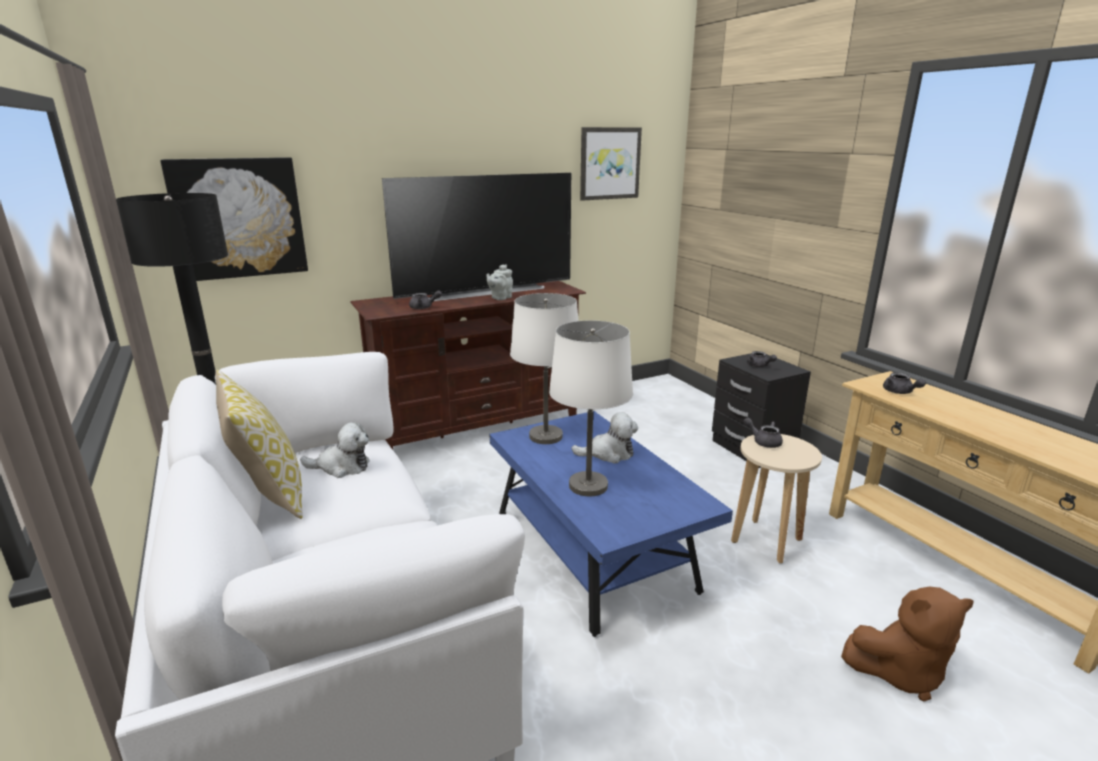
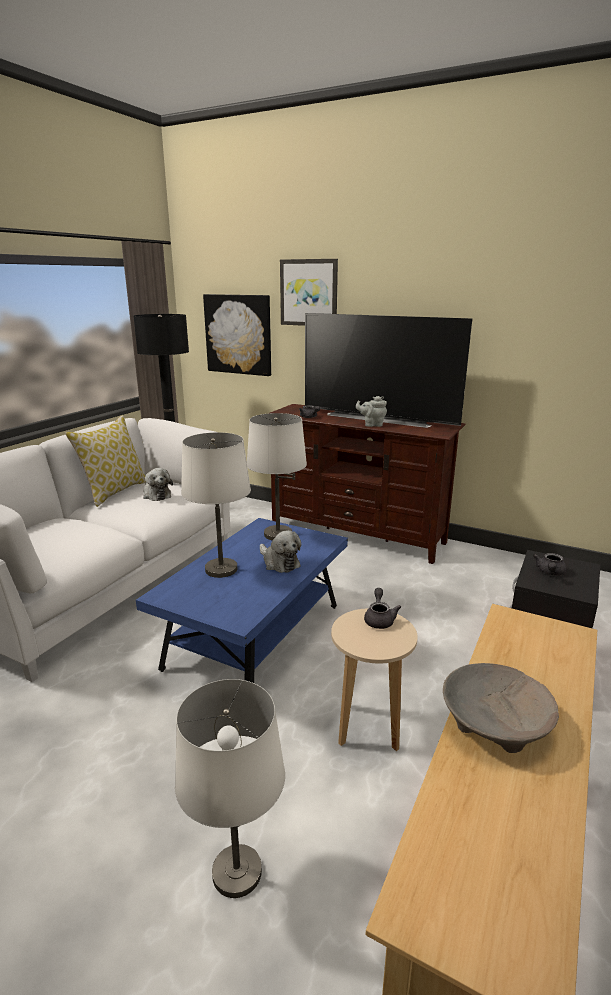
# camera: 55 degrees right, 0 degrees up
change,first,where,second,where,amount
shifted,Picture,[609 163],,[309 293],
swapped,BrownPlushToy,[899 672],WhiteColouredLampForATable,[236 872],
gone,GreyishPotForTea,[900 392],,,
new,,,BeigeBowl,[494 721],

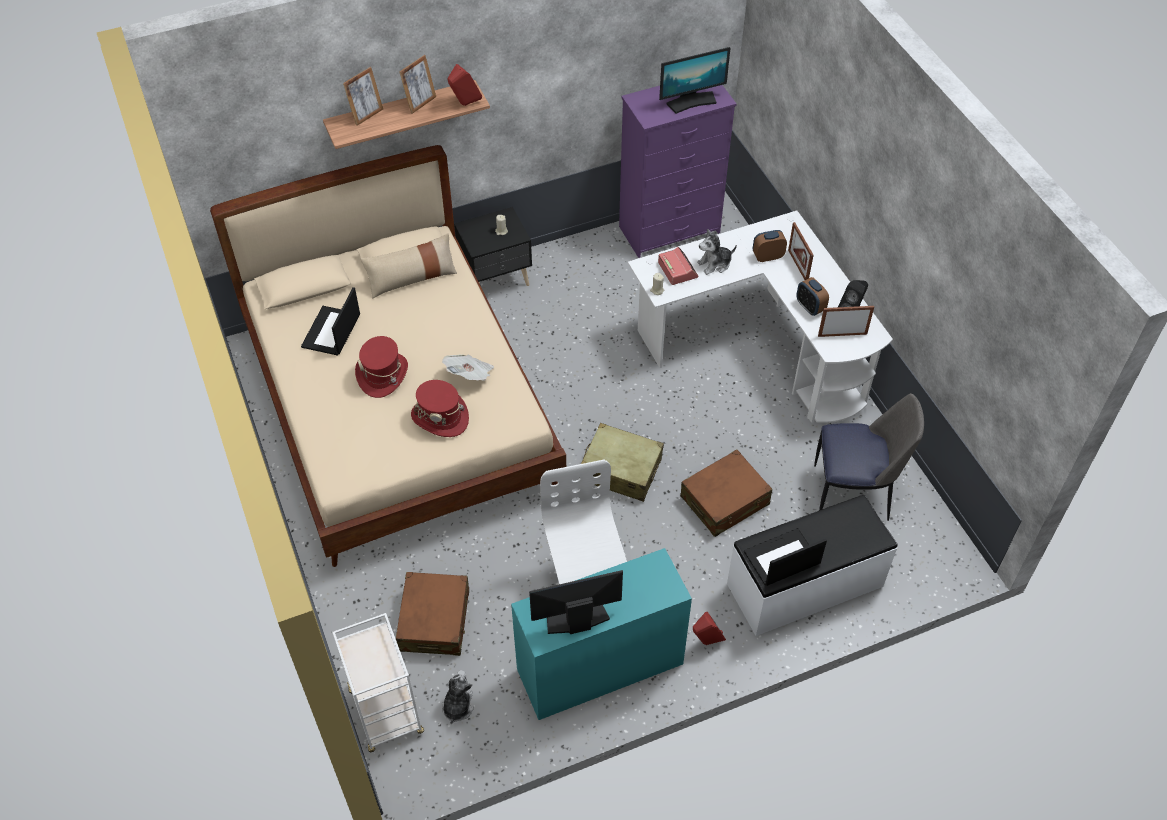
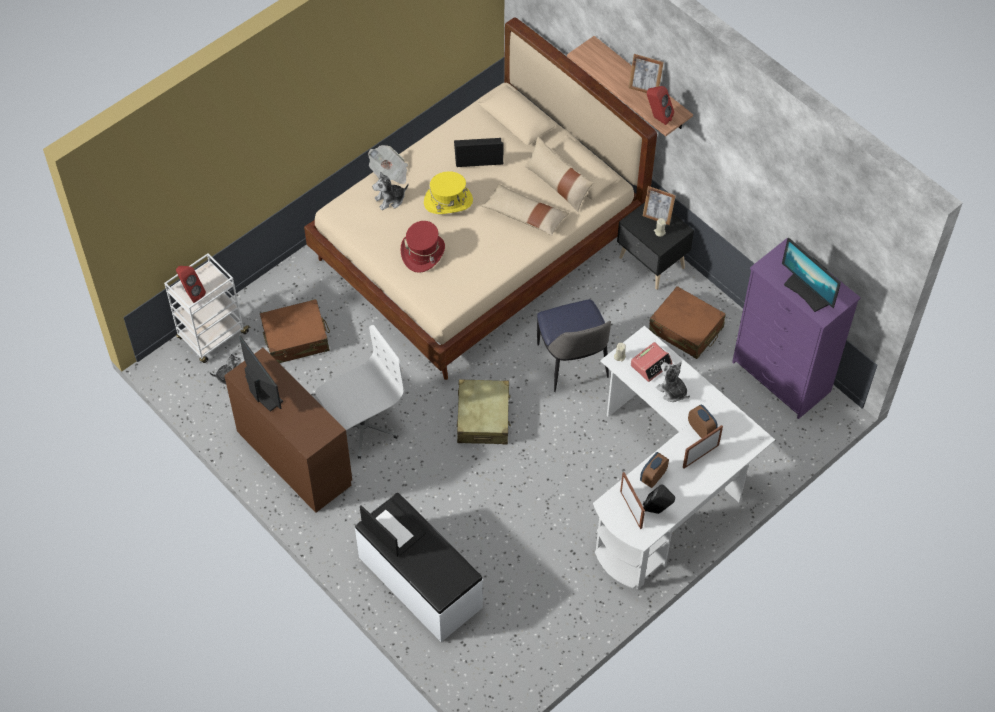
# camera: 70 degrees right, 5 degrees up
change,first,where,second,where,amount
shifted,PictureFrame,[366 115],,[657 217],
repainted,RedColouredWearableHat,[383 375],YellowWearableHat,[448 201],
shifted,Newspaper,[470 375],,[389 172],
repainted,TurquoiseDeskUnit,[600 667],BrownDeskUnit,[293 457],
shifted,BrownSuitcase,[725 501],,[686 329],
shifted,RedColouredSpeaker,[706 642],,[191 294],
shifted,Chair,[854 492],,[572 363],
new,,,PlushToy,[390 200],
new,,,BeigeThrowPillow,[525 215],

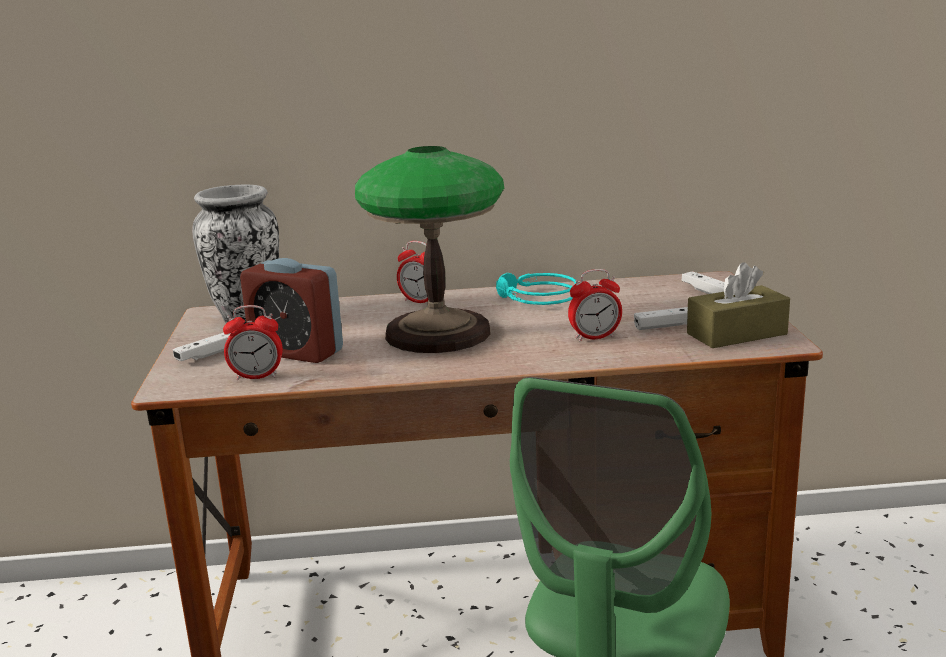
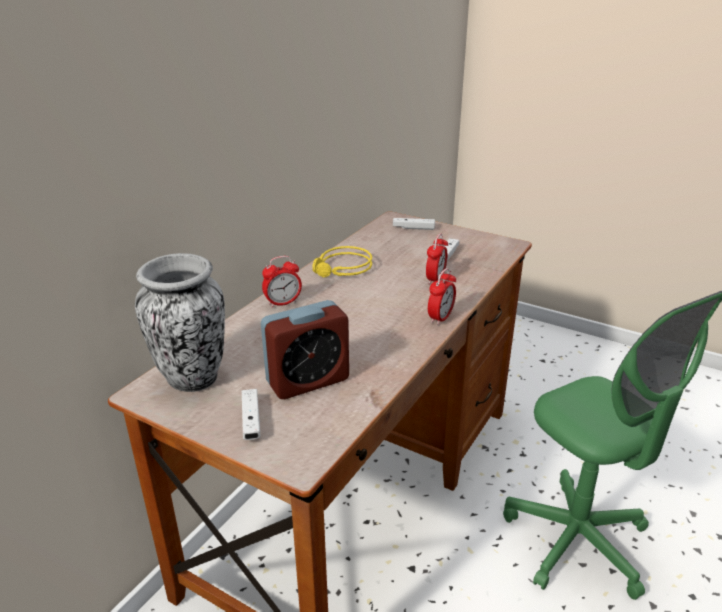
# camera: 55 degrees left, 10 degrees up
change,first,where,second,where,amount
shifted,AlarmClock,[257 377],,[440 318],
gone,LampForATable,[436 333],,,
repainted,TurquoiseHeadphones,[535 298],YellowHeadphones,[342 269],
gone,BrownBoxOfTissues,[736 334],,,

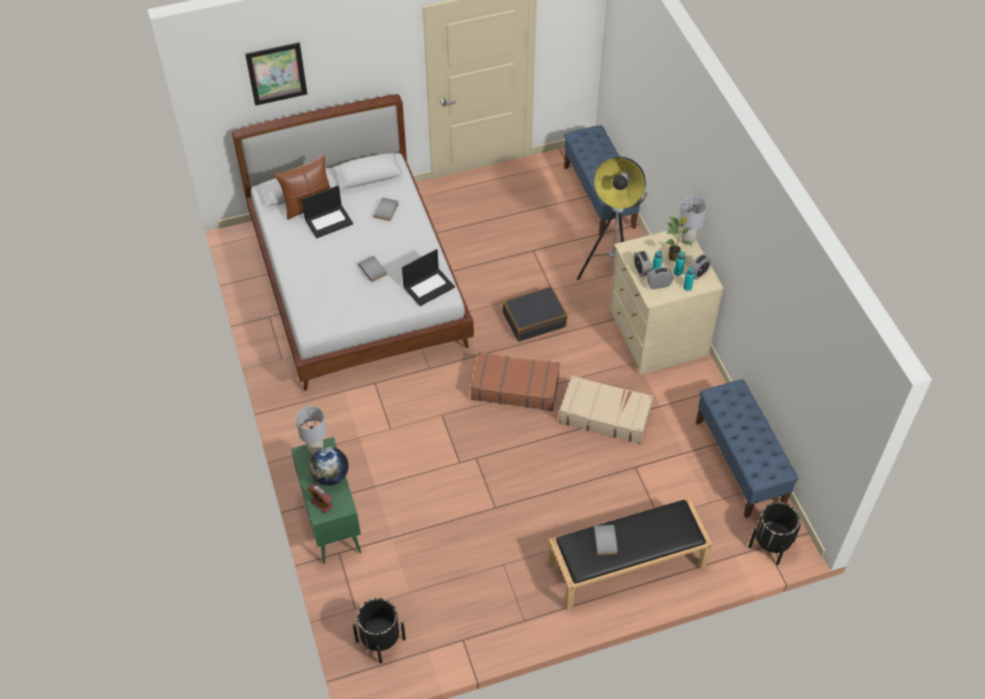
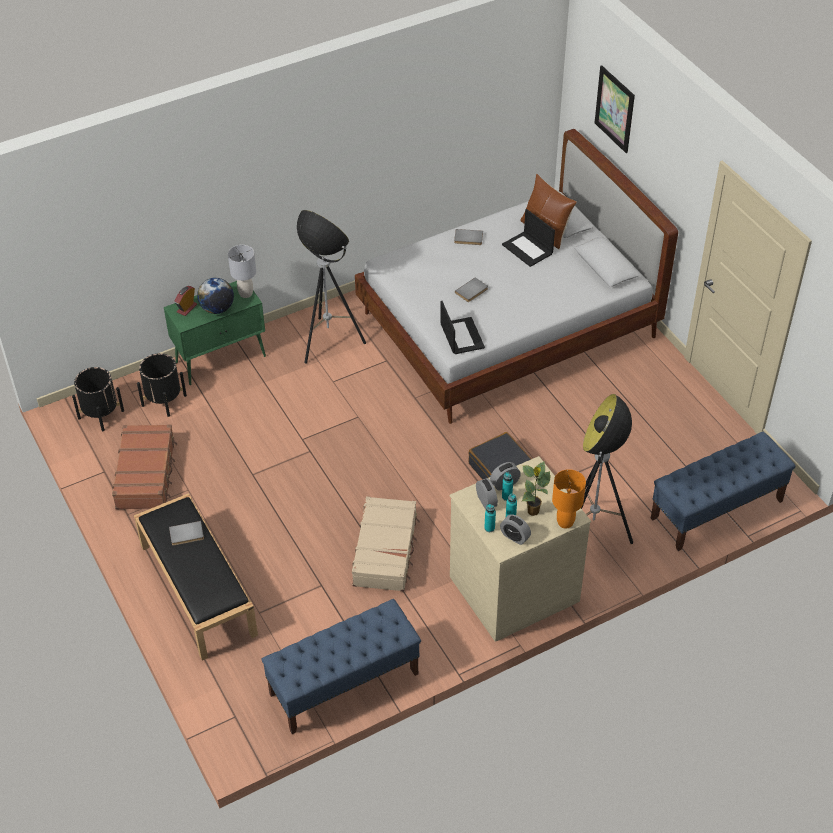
# camera: 80 degrees right, 5 degrees down
change,first,where,second,where,amount
shifted,GreyishVolume,[387 210],,[468 239],
rotated,Laptop,[429 286],,[461 336],150 degrees counterclockwise
shifted,BrownSuitcase,[515 387],,[146 474],
repainted,GreyishLampForATable,[687 240],OrangeColouredLampForATable,[565 522],
shifted,BlackColouredPlantPot,[771 544],,[164 400],
new,,,StandardLamp,[328 343],

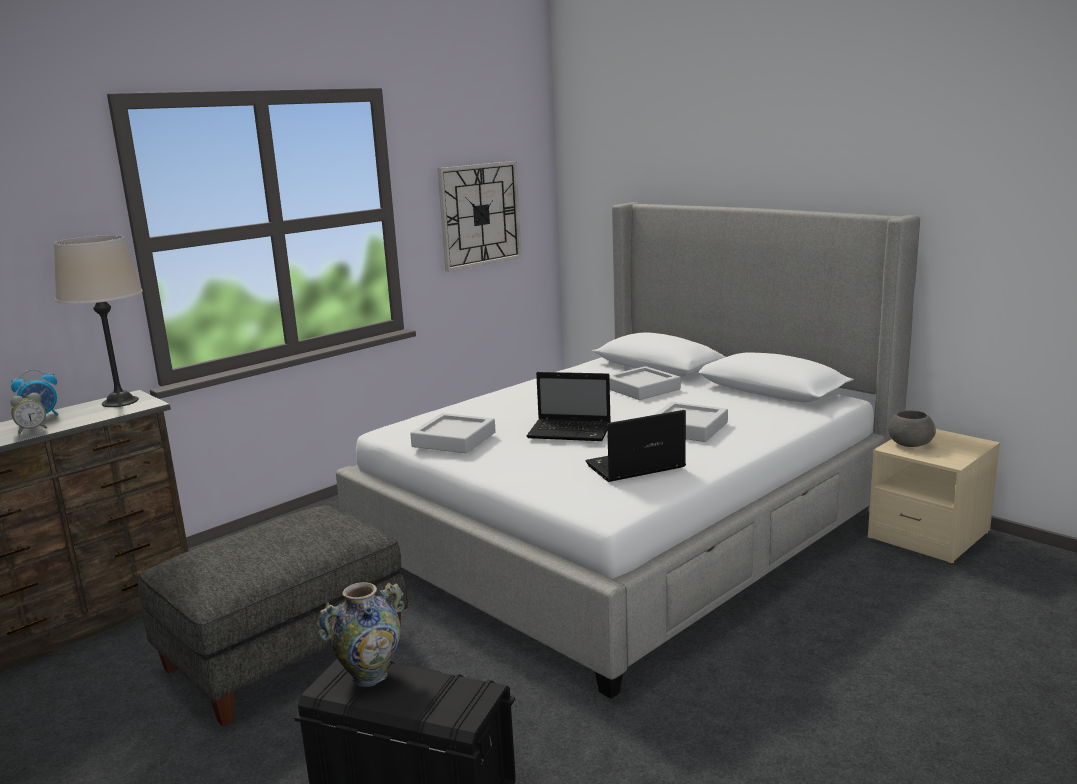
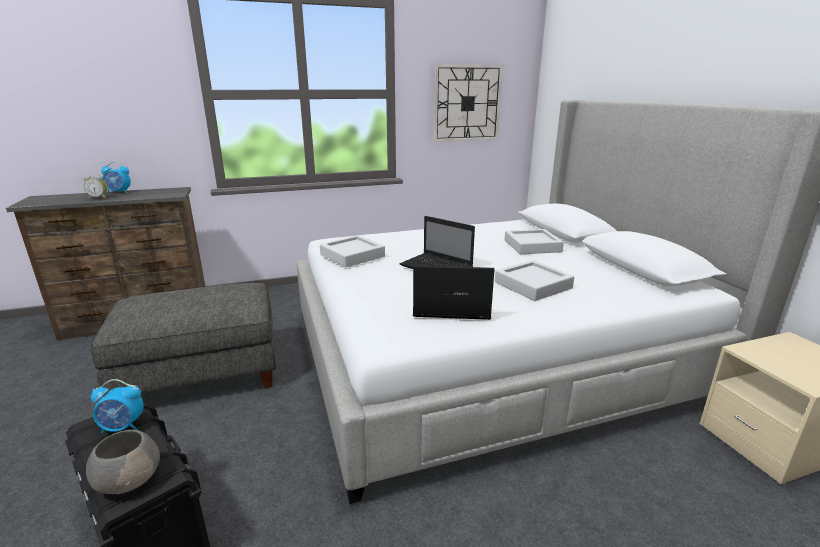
# camera: 25 degrees right, 5 degrees up
change,first,where,second,where,amount
gone,BeigeLampForATable,[120 402],,,
swapped,Vase,[370 676],AlarmClock,[123 427],
shifted,GreyishBowl,[909 444],,[130 479],

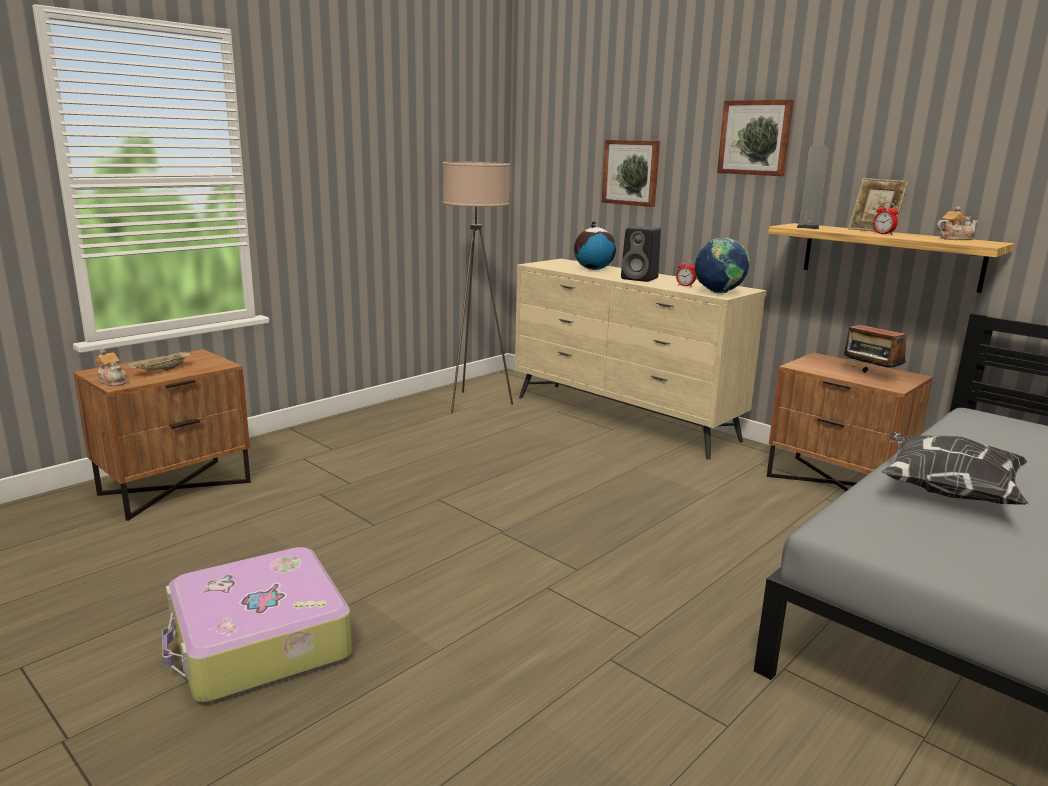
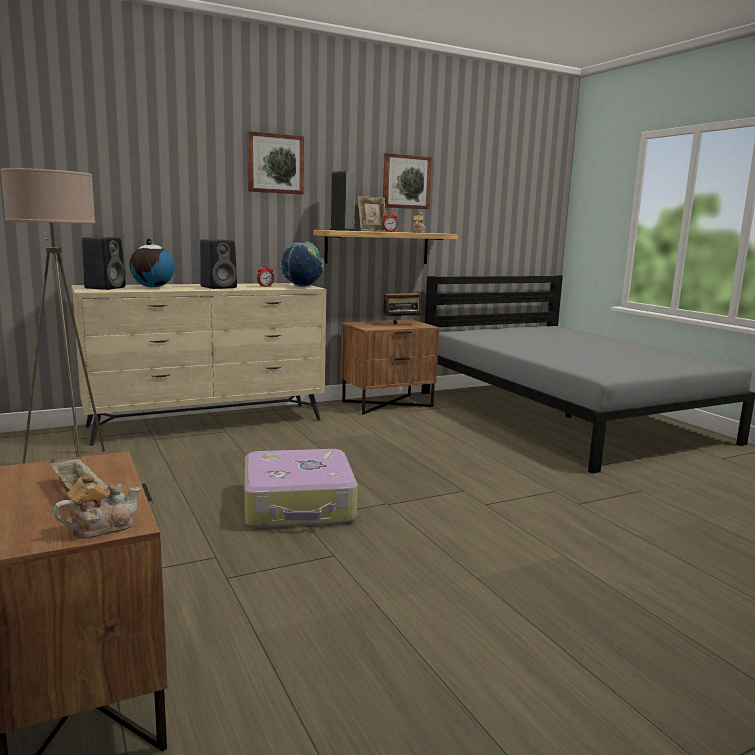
# camera: 70 degrees left, 5 degrees down
change,first,where,second,where,amount
shifted,Suitcase,[259 643],,[299 505],
shifted,Picture,[631 172],,[406 182],
gone,ThrowPillow,[946 492],,,
new,,,BlackColouredSpeaker,[105 288],

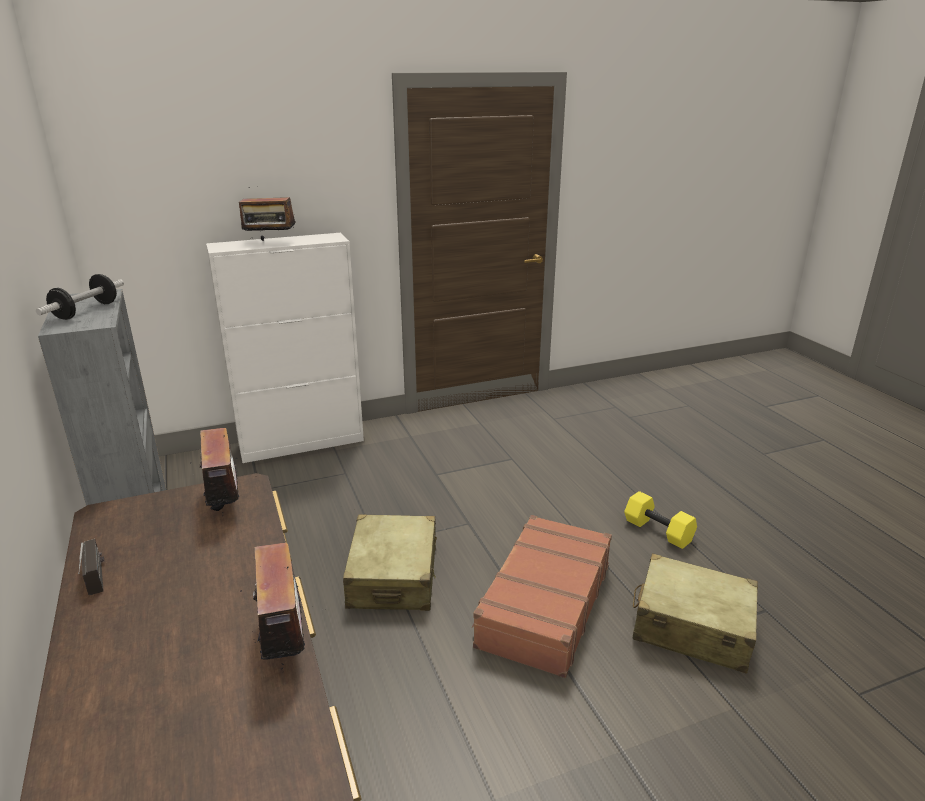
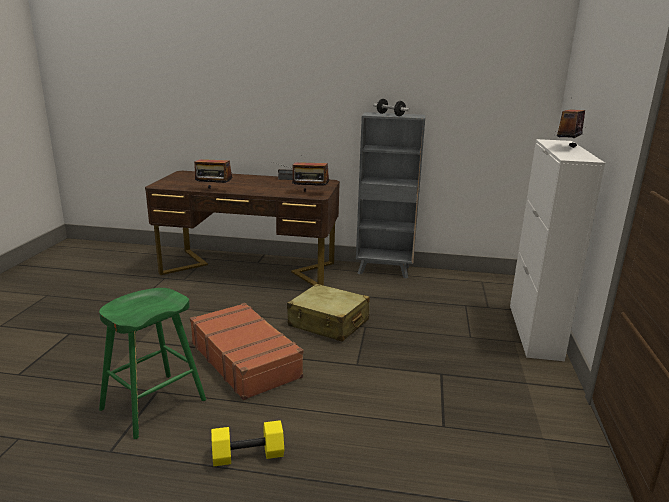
# camera: 120 degrees right, 5 degrees down
change,first,where,second,where,amount
swapped,BeigeSuitcase,[691 627],GreenStool,[153 405],

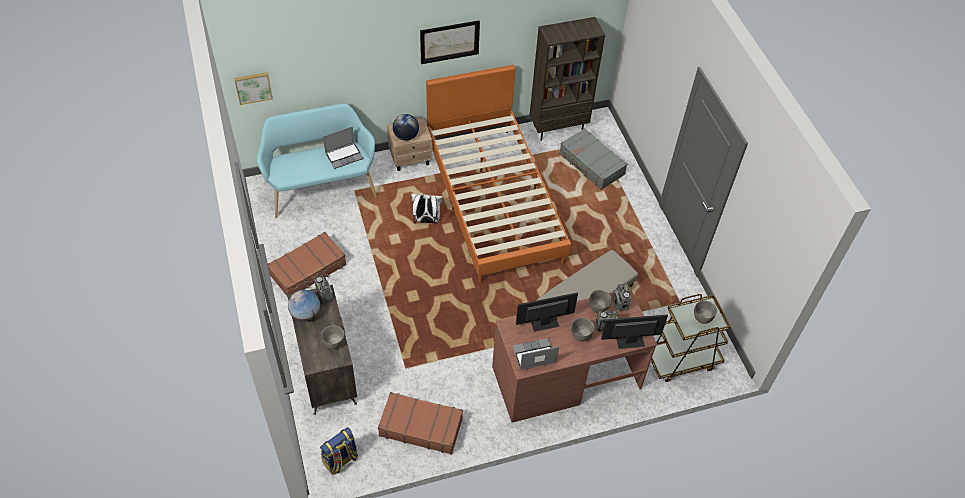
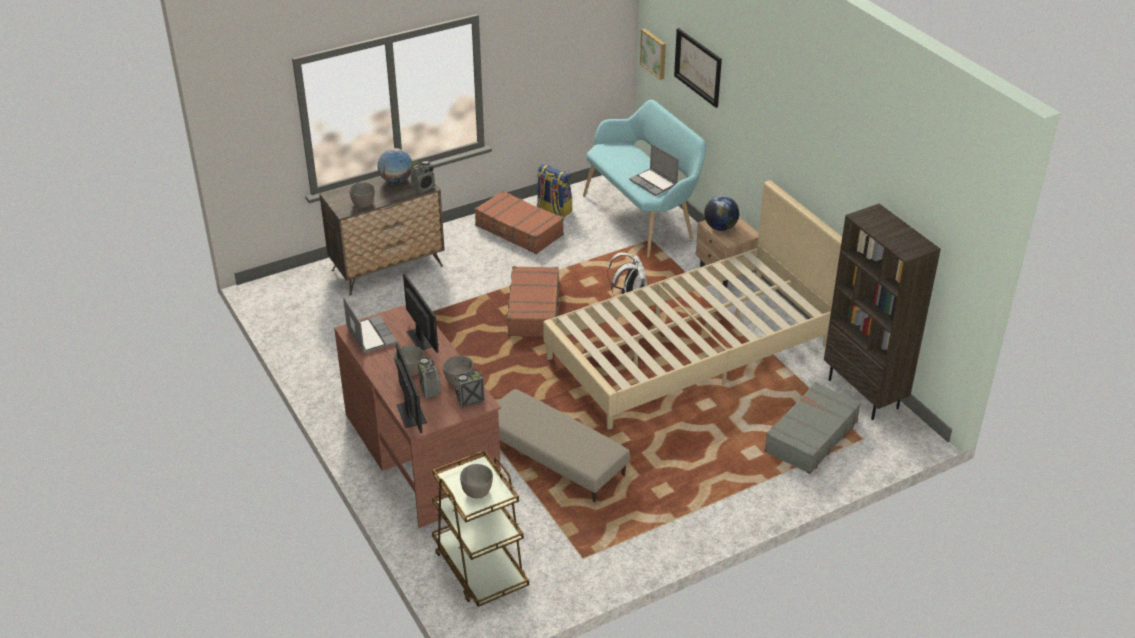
# camera: 80 degrees right, 15 degrees down
change,first,where,second,where,amount
shifted,Knapsack,[340 460],,[553 210],
shifted,BrownSuitcase,[420 427],,[534 310],
shifted,Picture,[449 41],,[698 67],
repainted,OrangeColouredSleepingBed,[494 201],BeigeSleepingBed,[689 351],

